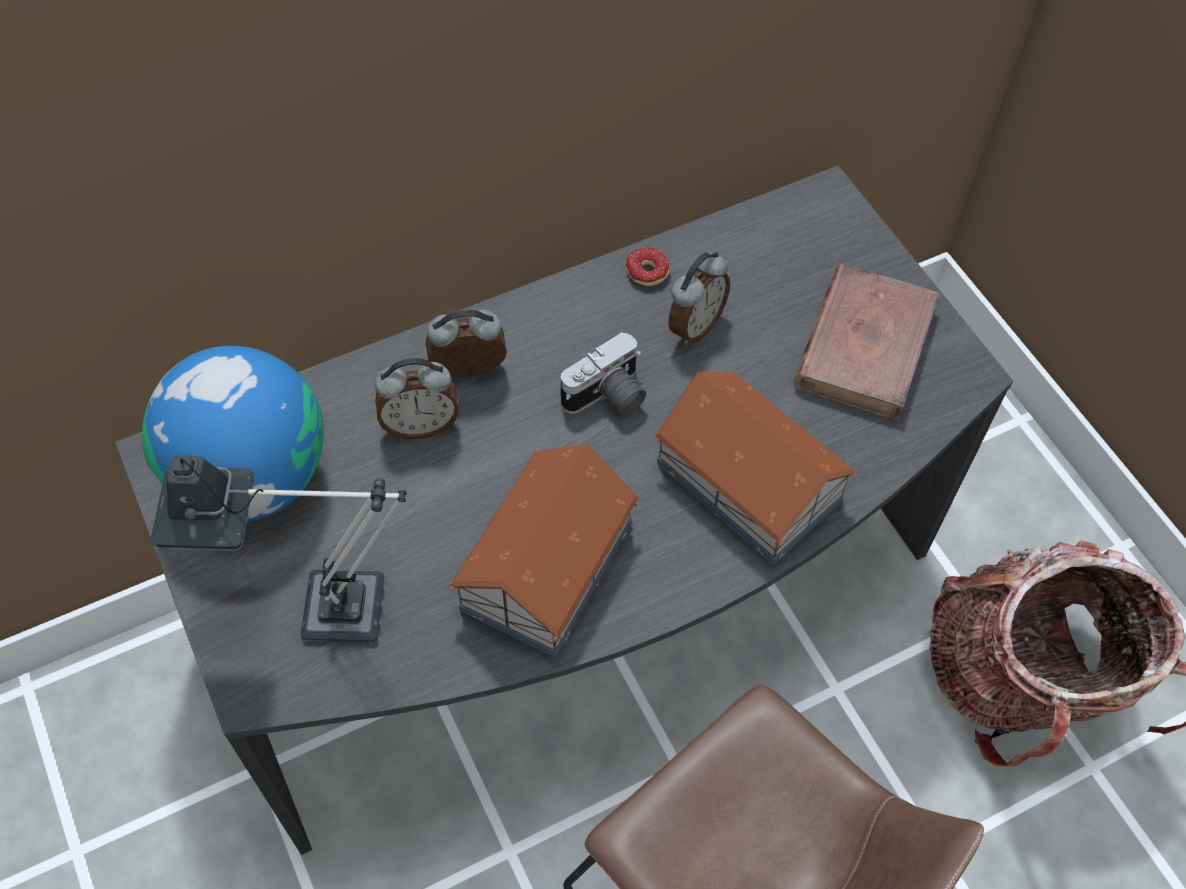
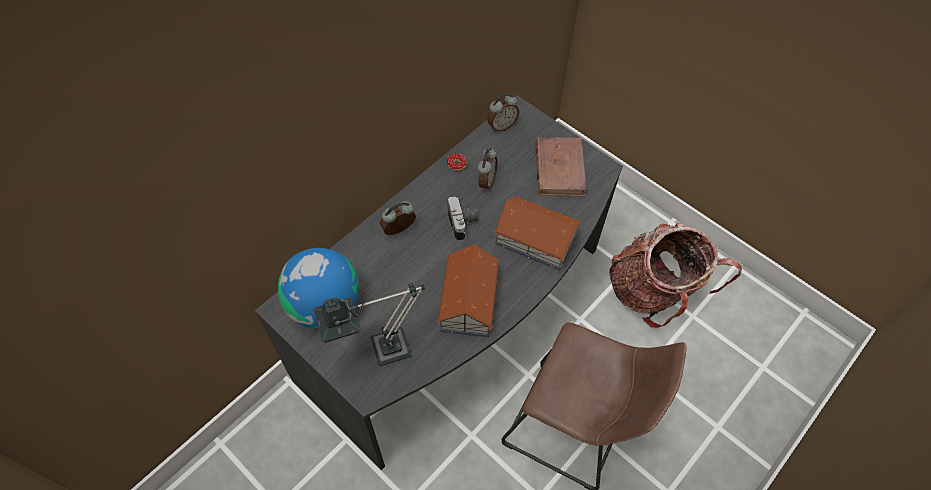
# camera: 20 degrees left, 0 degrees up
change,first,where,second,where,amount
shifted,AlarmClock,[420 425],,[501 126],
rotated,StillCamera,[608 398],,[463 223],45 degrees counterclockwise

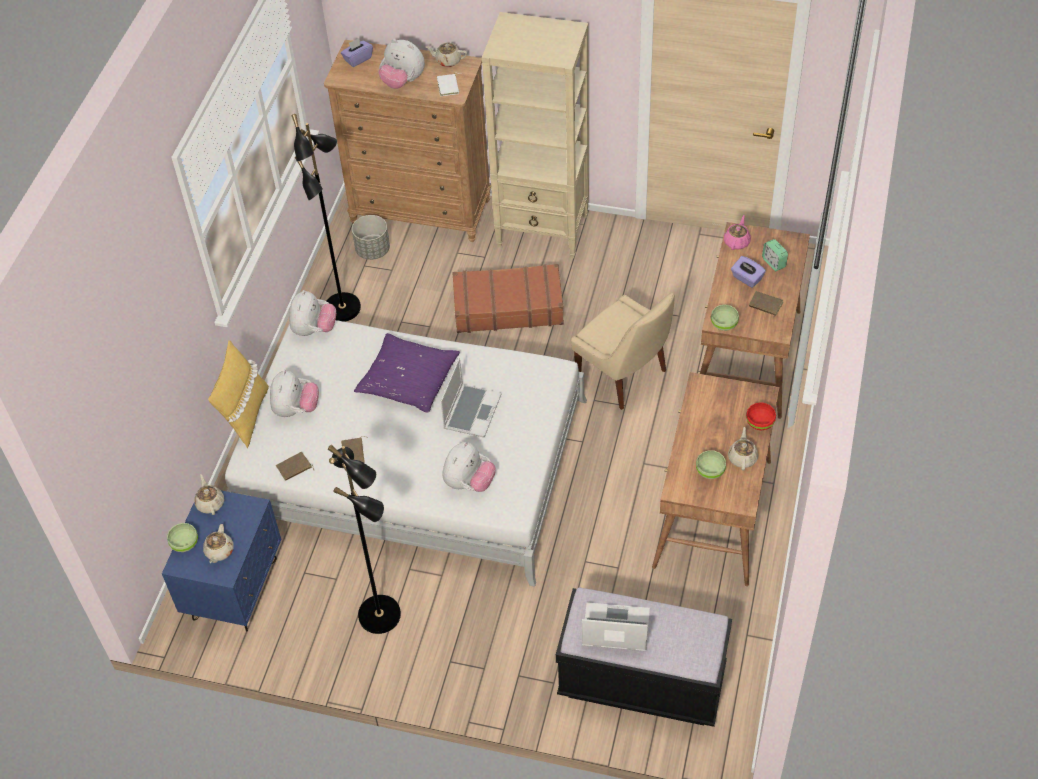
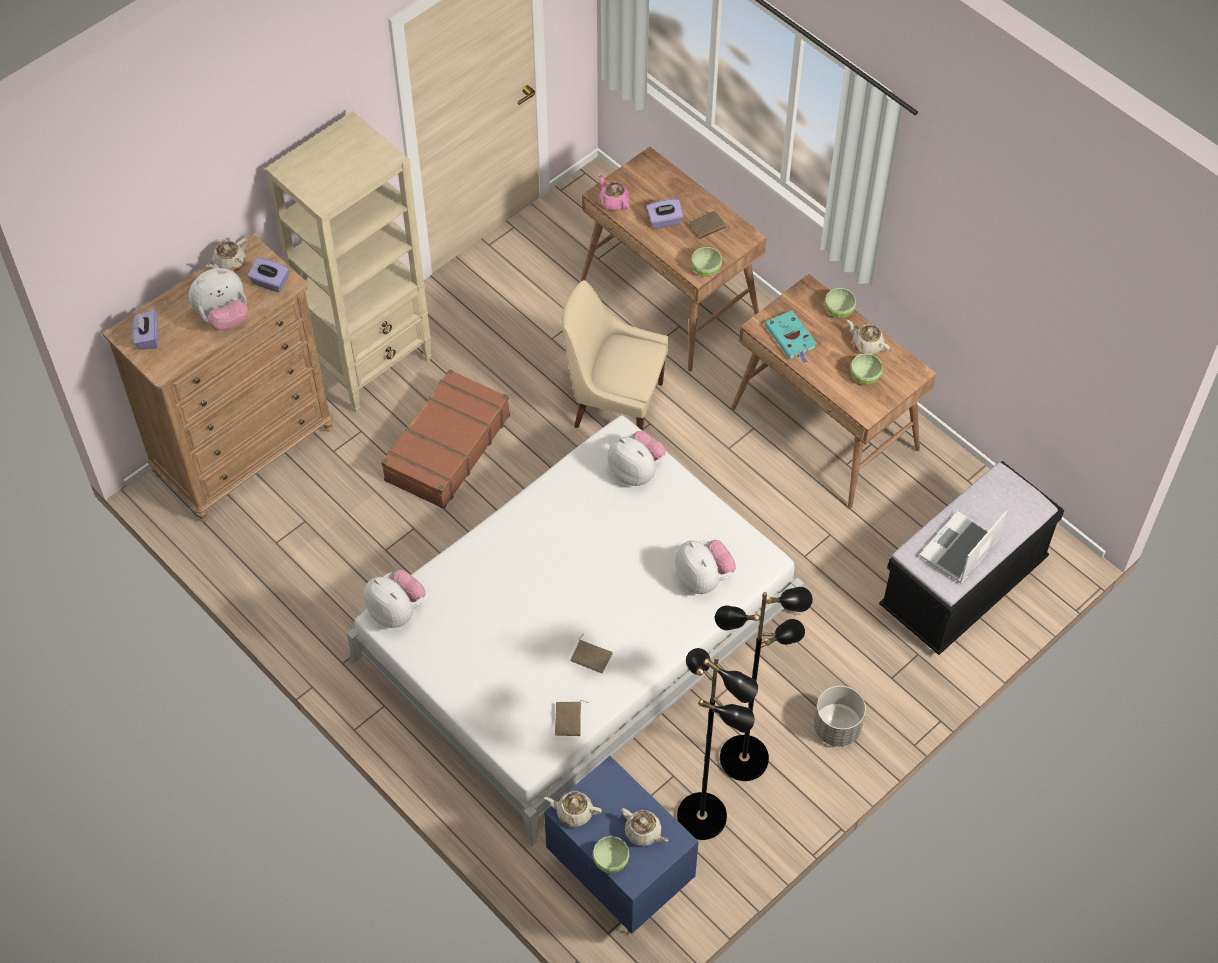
# camera: 60 degrees left, 5 degrees up
change,first,where,second,where,amount
gone,YellowThrowPillow,[245 416],,,
shifted,PlushToy,[296 409],,[636 471],
shifted,BlackColouredStandardLamp,[343 308],,[703 816],
shifted,GreyishPlantPot,[373 250],,[837 727],
gone,PurpleThrowPillow,[408 380],,,
swapped,WhiteColouredVolume,[449 86],PurpleBoxOfTissues,[270 282],
gone,Laptop,[471 411],,,
rotated,BeigeChair,[624 376],,[614 404],150 degrees counterclockwise
repainted,RedColouredBowl,[760 424],GreenBowl,[839 310],
gone,AlarmClock,[774 263],,,
new,,,TurquoiseVolume,[791 339],

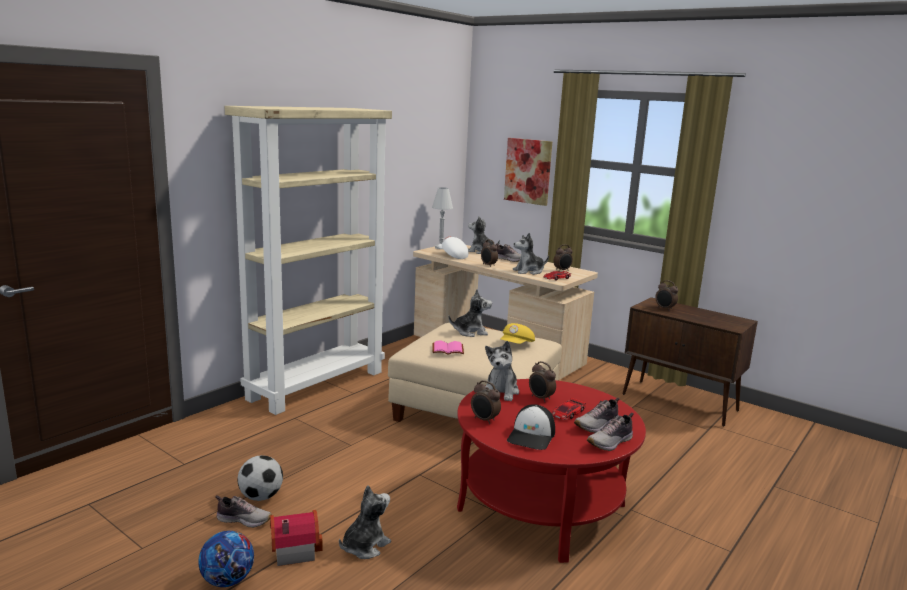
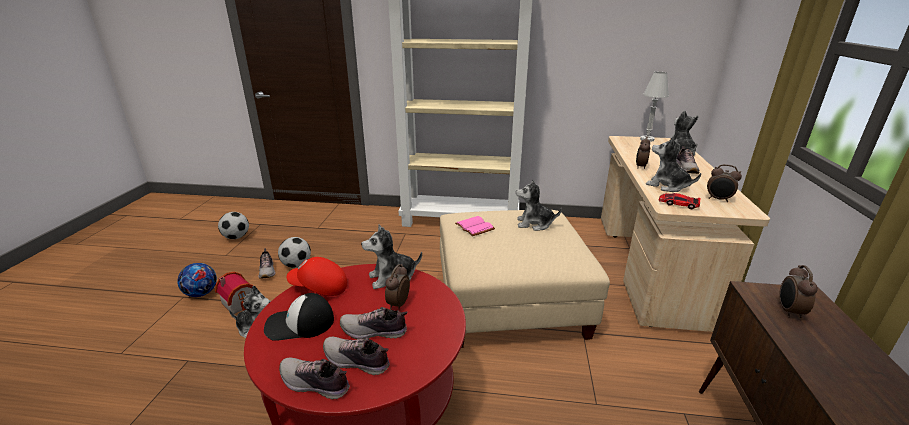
# camera: 60 degrees right, 10 degrees up
change,first,where,second,where,amount
gone,WhiteColouredCap,[452 256],,,
rotated,PlushToy,[470 332],,[534 224],135 degrees clockwise
swapped,AlarmClock,[484 420],RedColouredCap,[319 288],
gone,YellowCap,[517 345],,,
gone,Picture,[528 171],,,
swapped,ToyCar,[568 413],LowShoe,[374 331],
new,,,FootballBall,[236 237],

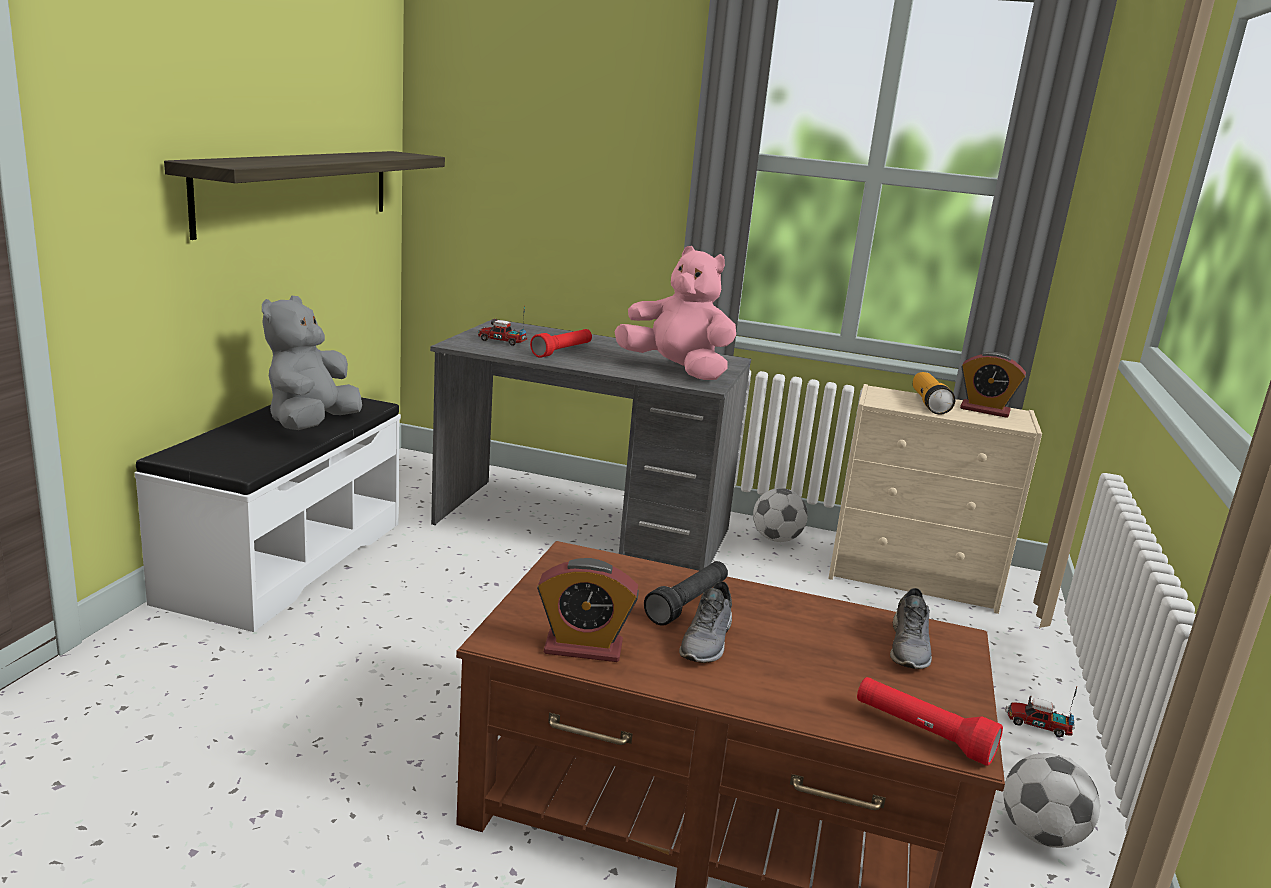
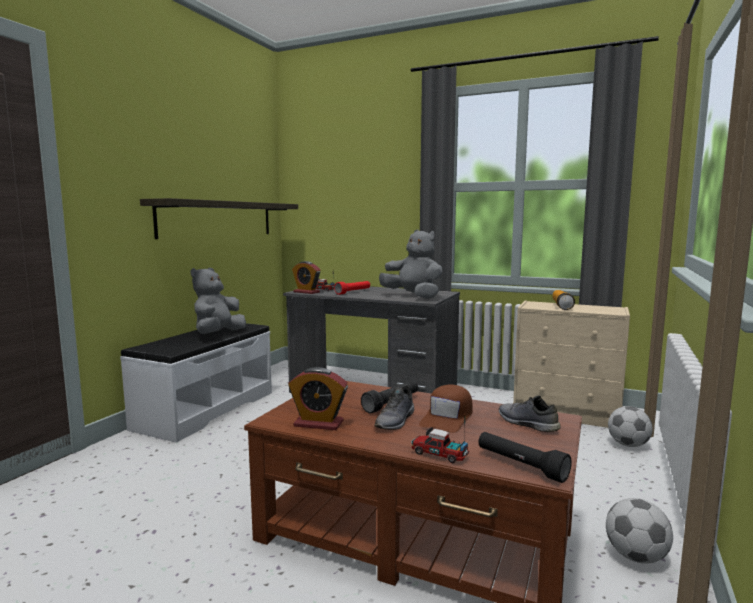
# camera: 10 degrees right, 10 degrees down
change,first,where,second,where,amount
repainted,PinkishPlushToy,[676 370],GreyishPlushToy,[413 296],
shifted,FootballBall,[776 539],,[628 445],
repainted,RedColouredHandTorch,[922 733],BlackColouredHandTorch,[520 466],
rotated,GreyishLowShoe,[910 648],,[526 423],120 degrees clockwise
shifted,AlarmClock,[984 410],,[306 292],
shifted,ModelTruck,[1037 725],,[438 454],
new,,,BrownCap,[447 417],

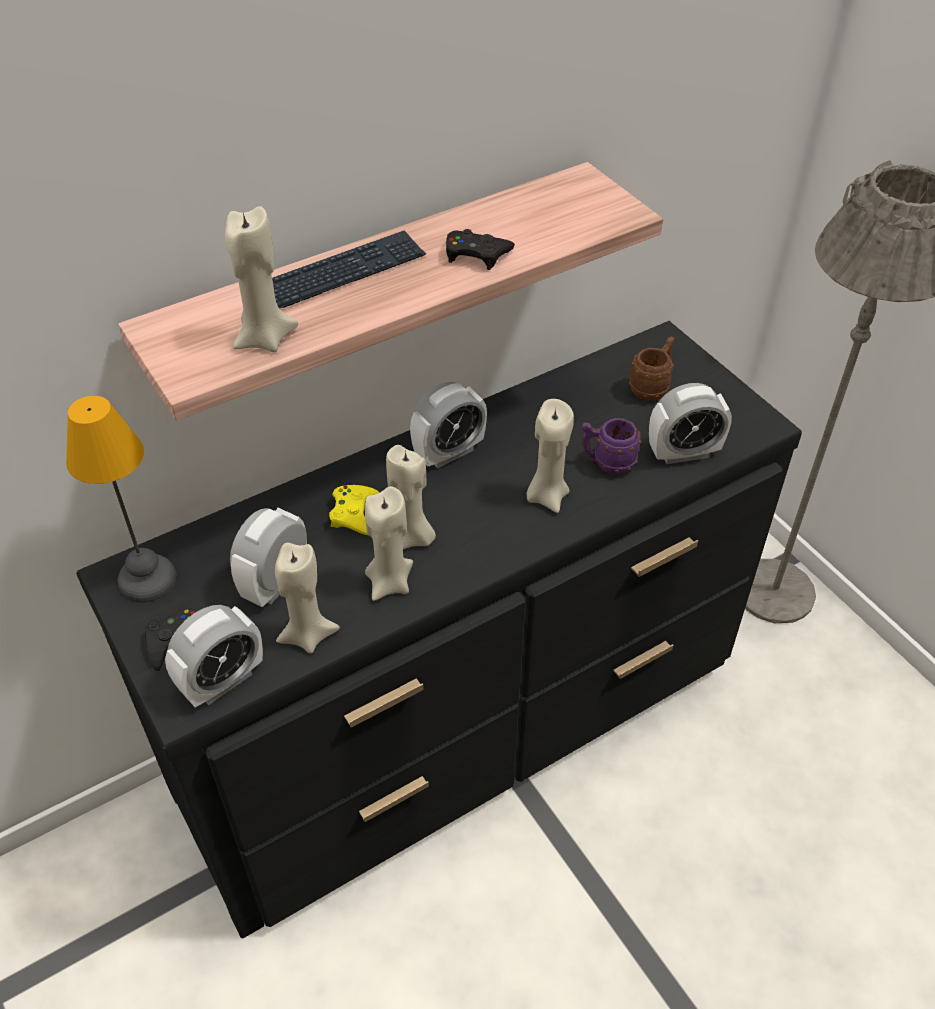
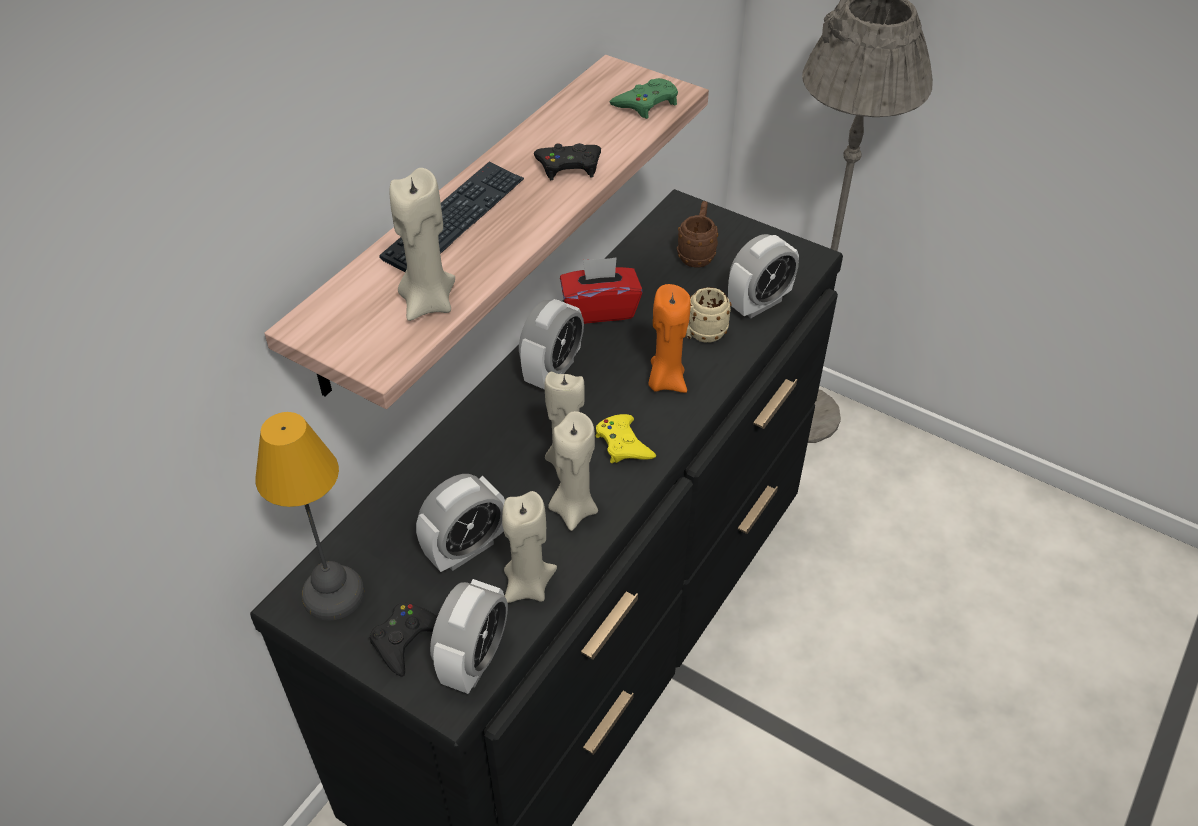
# camera: 25 degrees left, 0 degrees up
change,first,where,second,where,amount
rotated,AlarmClock,[276 583],,[465 549],135 degrees counterclockwise
shifted,YellowJoypad,[354 514],,[623 444],
repainted,BeigeWaxCandle,[546 496],OrangeColouredWaxCandle,[665 381],
repainted,PurpleCoffeeMug,[607 463],BeigeCoffeeMug,[700 334],
new,,,RedColouredBoxOfTissues,[600 309],
new,,,GreenJoypad,[646 103],

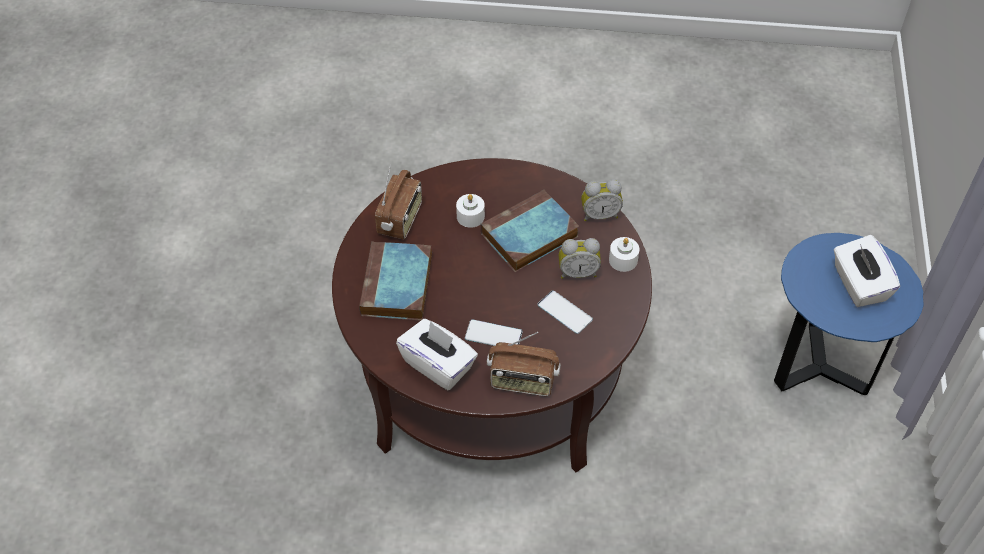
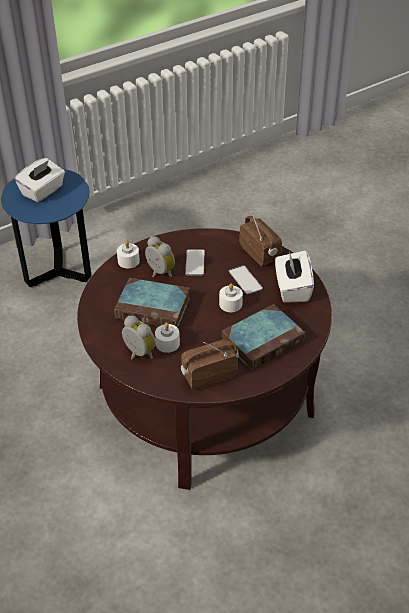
# camera: 130 degrees left, 10 degrees down
change,first,where,second,where,amount
shifted,AlarmClock,[599 214],,[138 354],
new,,,WhiteColouredWaxCandle,[230 304],

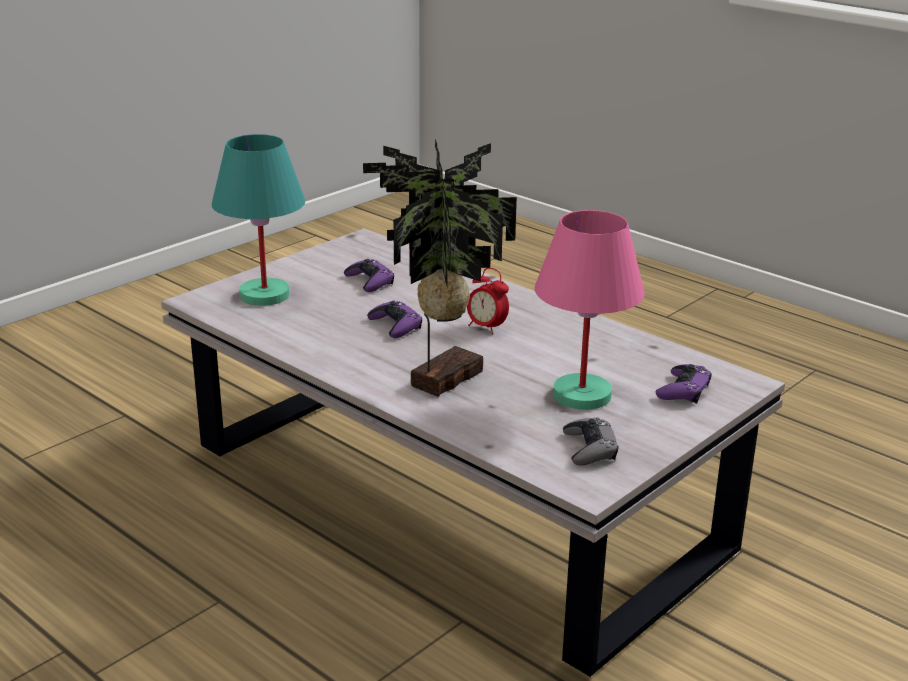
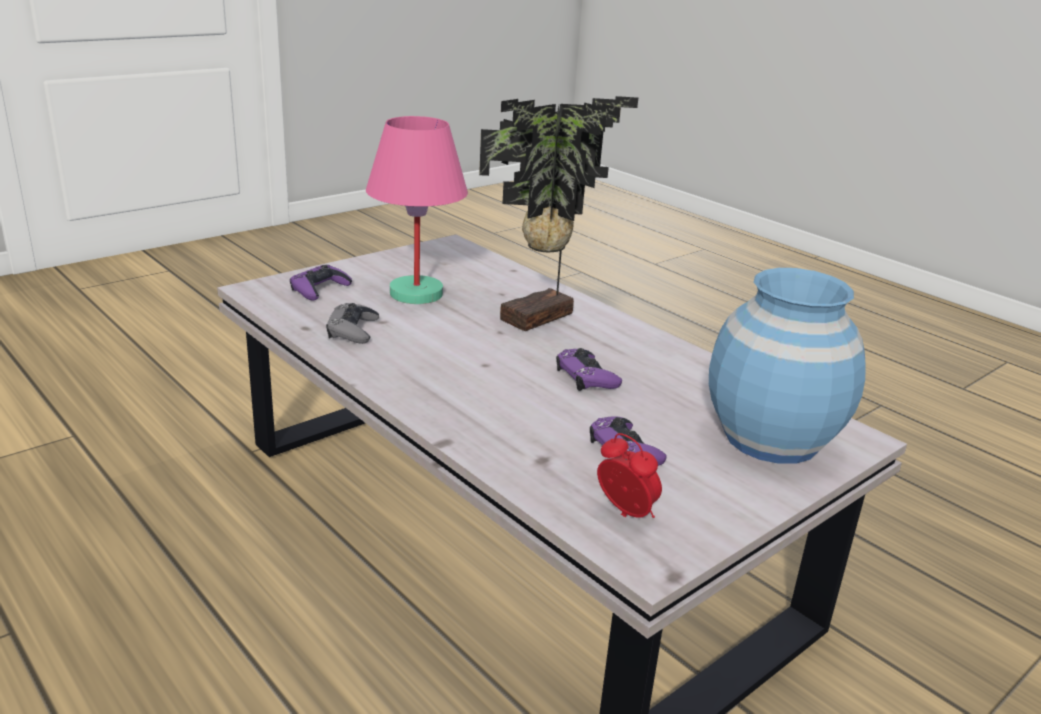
# camera: 175 degrees left, 0 degrees up
change,first,where,second,where,amount
swapped,TurquoiseLampForATable,[263 295],BluishVase,[770 438],
shifted,AlarmClock,[486 327],,[625 514],
shifted,GreyishJoypad,[590 448],,[352 330],

